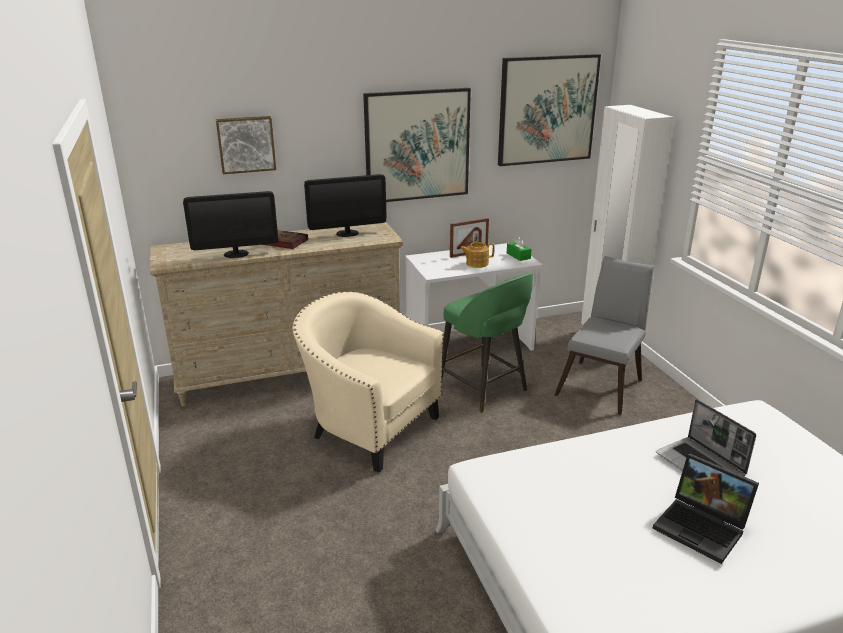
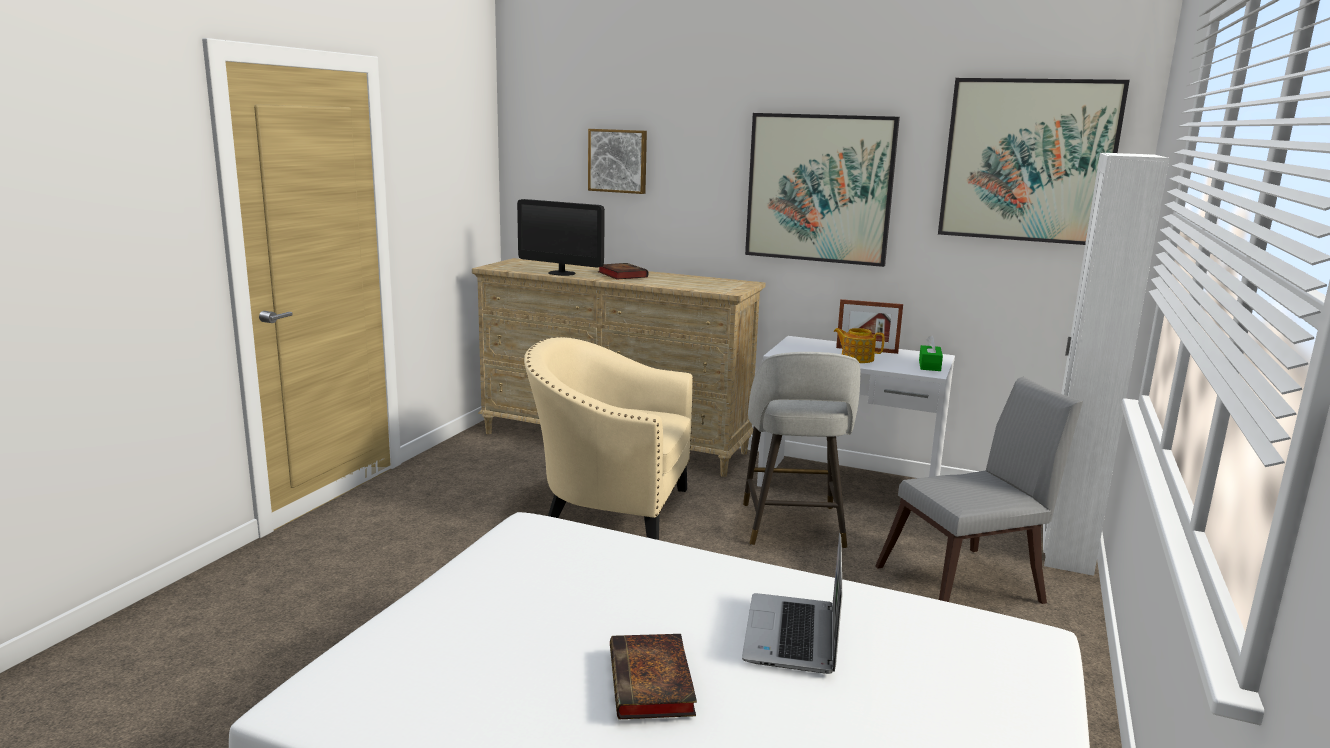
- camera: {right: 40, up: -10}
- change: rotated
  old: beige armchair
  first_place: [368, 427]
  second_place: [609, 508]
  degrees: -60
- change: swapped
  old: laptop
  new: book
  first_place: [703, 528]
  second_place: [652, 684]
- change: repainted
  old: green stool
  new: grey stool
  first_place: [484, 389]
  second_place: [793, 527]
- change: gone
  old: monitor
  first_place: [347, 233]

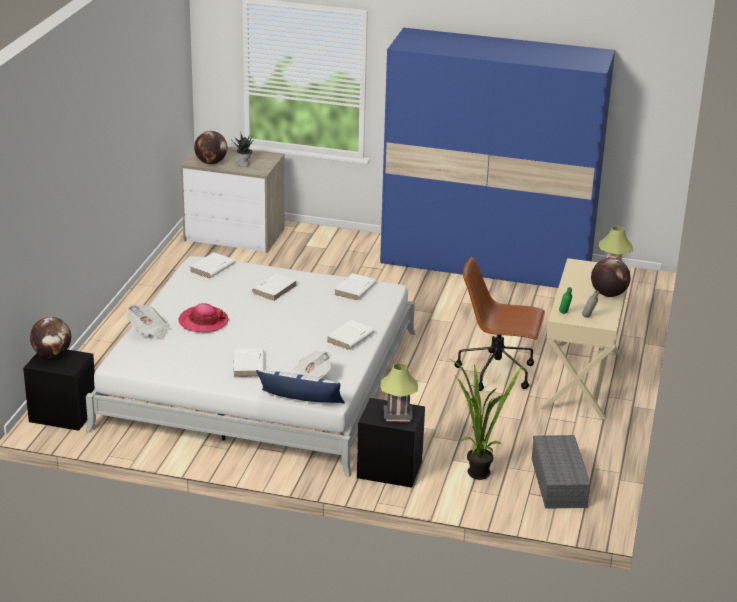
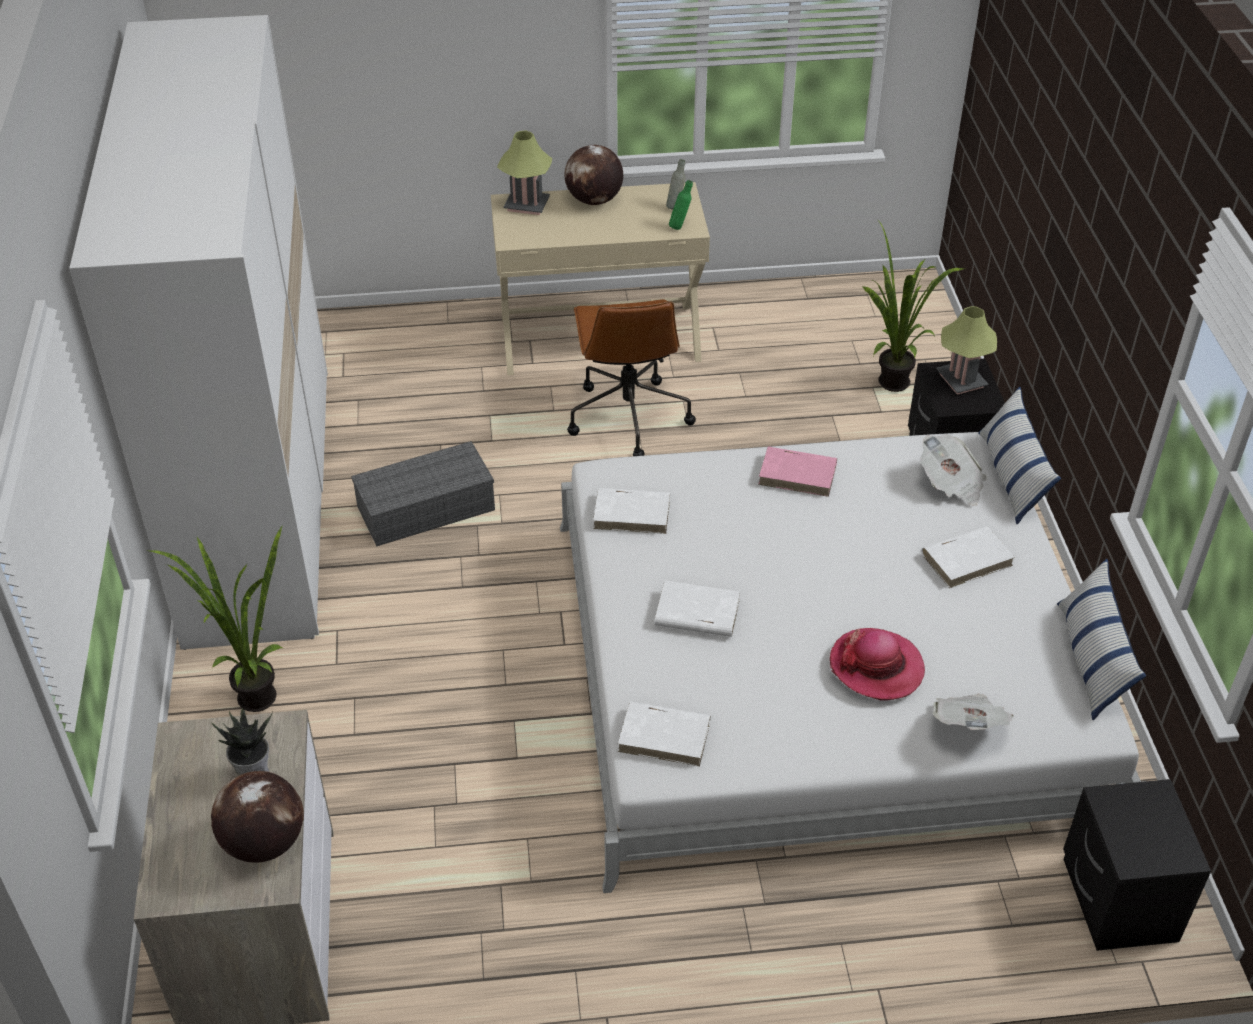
- camera: {right: -110, up: 15}
- change: repainted
  old: blue wardrobe
  new: white wardrobe
  first_place: [486, 263]
  second_place: [261, 501]
- change: new
  new: potted plant
  second_place: [250, 695]
- change: shifted
  old: grey storage box
  first_place: [560, 483]
  second_place: [427, 507]
- change: repainted
  old: white book
  new: pink book
  first_place: [350, 338]
  second_place: [798, 474]
- change: new
  new: pillow
  second_place: [1091, 659]
- change: gone
  old: globe
  first_place: [52, 354]

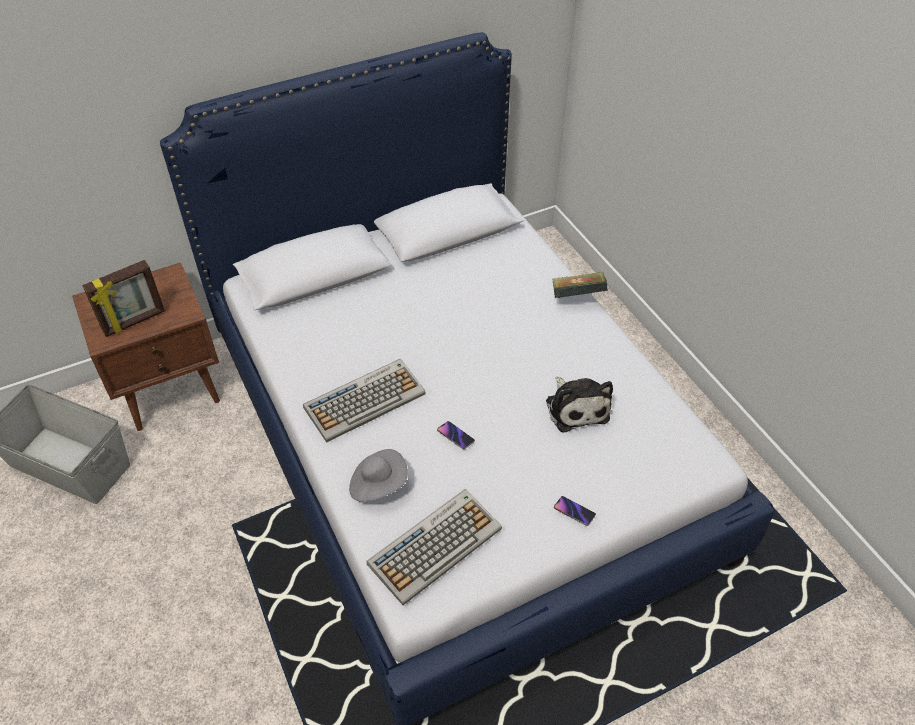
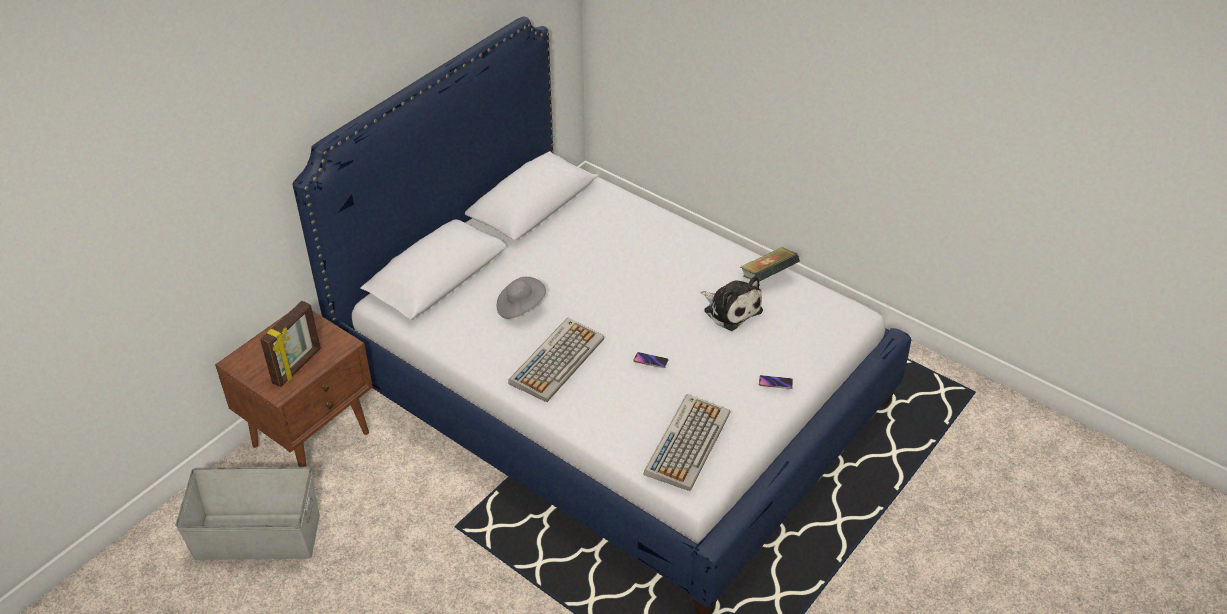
- camera: {right: -25, up: -5}
- change: shifted
  old: grey hat
  first_place: [378, 484]
  second_place: [520, 307]
- change: shifted
  old: book
  first_place: [577, 297]
  second_place: [768, 277]

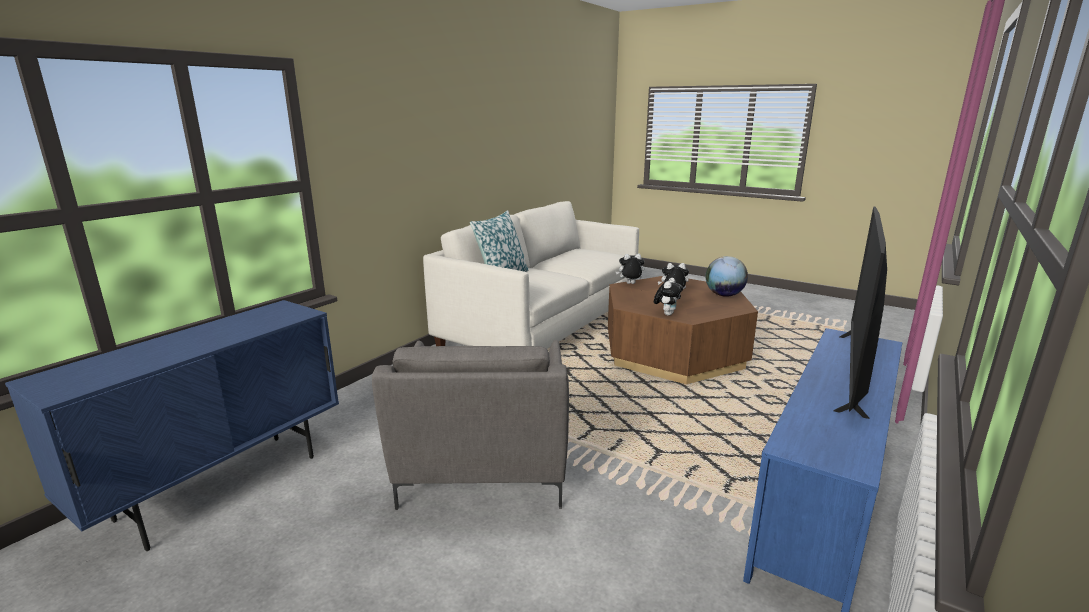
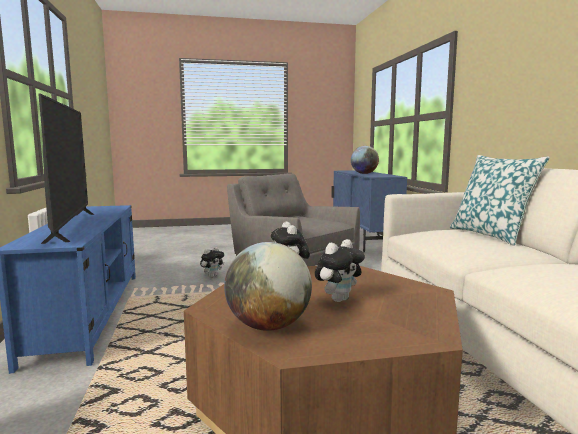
- camera: {right: 135, up: -10}
- change: shifted
  old: plush toy
  first_place: [630, 284]
  second_place: [212, 276]
- change: new
  new: globe
  second_place: [364, 173]

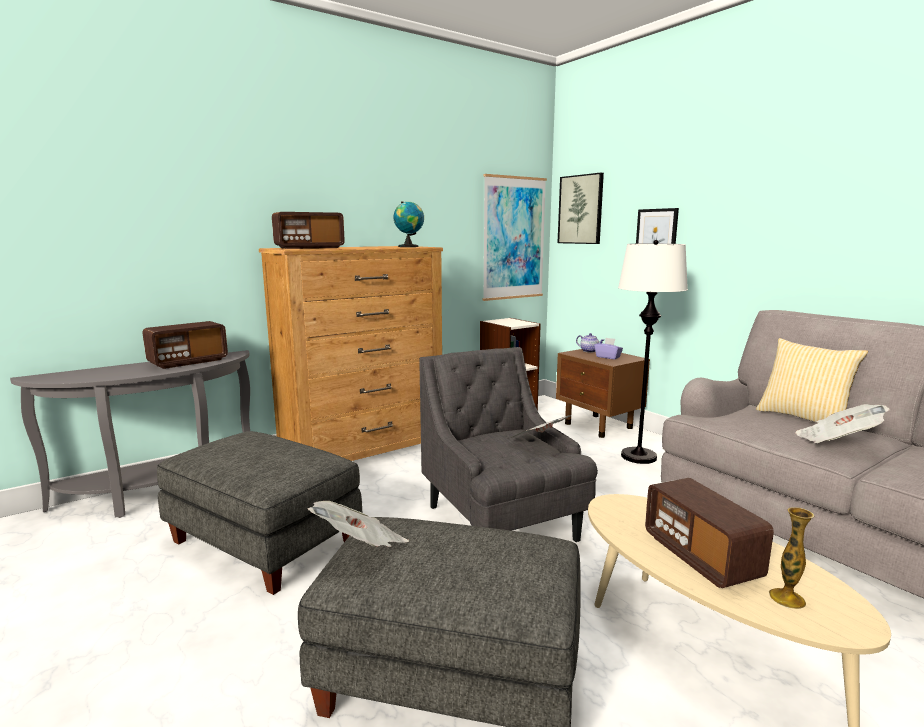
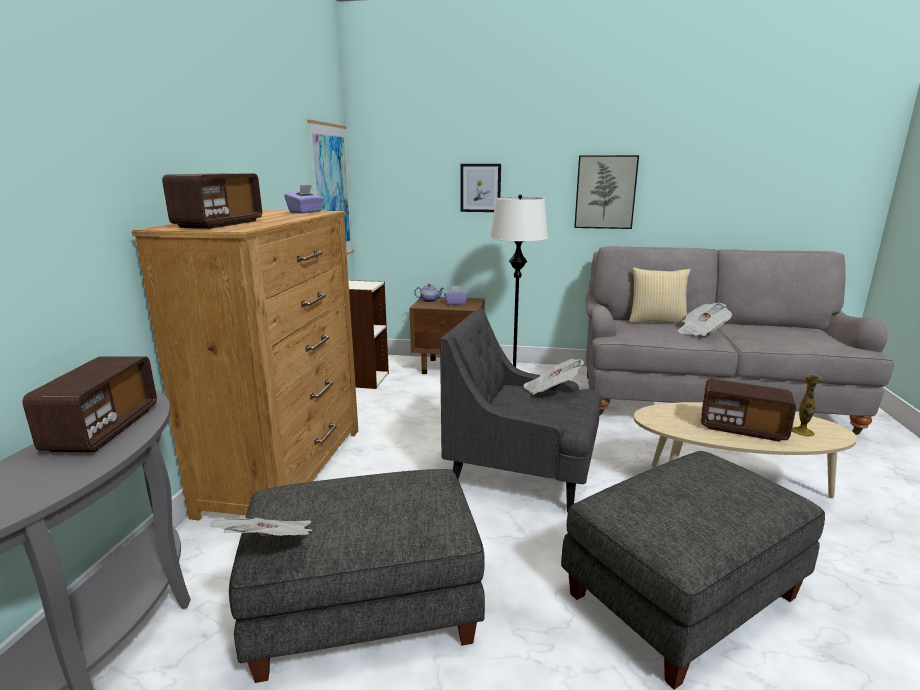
- camera: {right: -45, up: 5}
- change: shifted
  old: newspaper
  first_place: [361, 546]
  second_place: [270, 547]
- change: swapped
  old: globe
  new: purple tissue box
  first_place: [409, 246]
  second_place: [306, 212]
- change: shifted
  old: picture
  first_place: [581, 209]
  second_place: [605, 192]

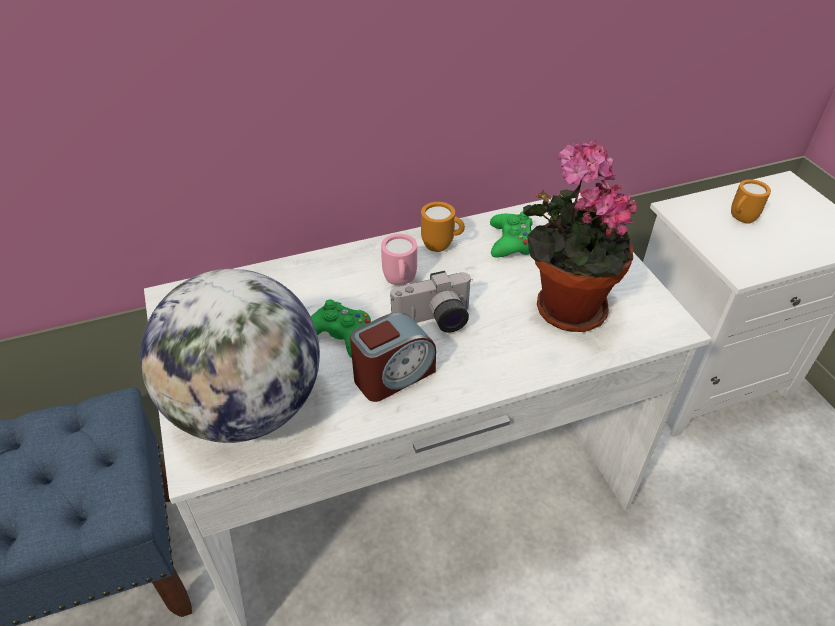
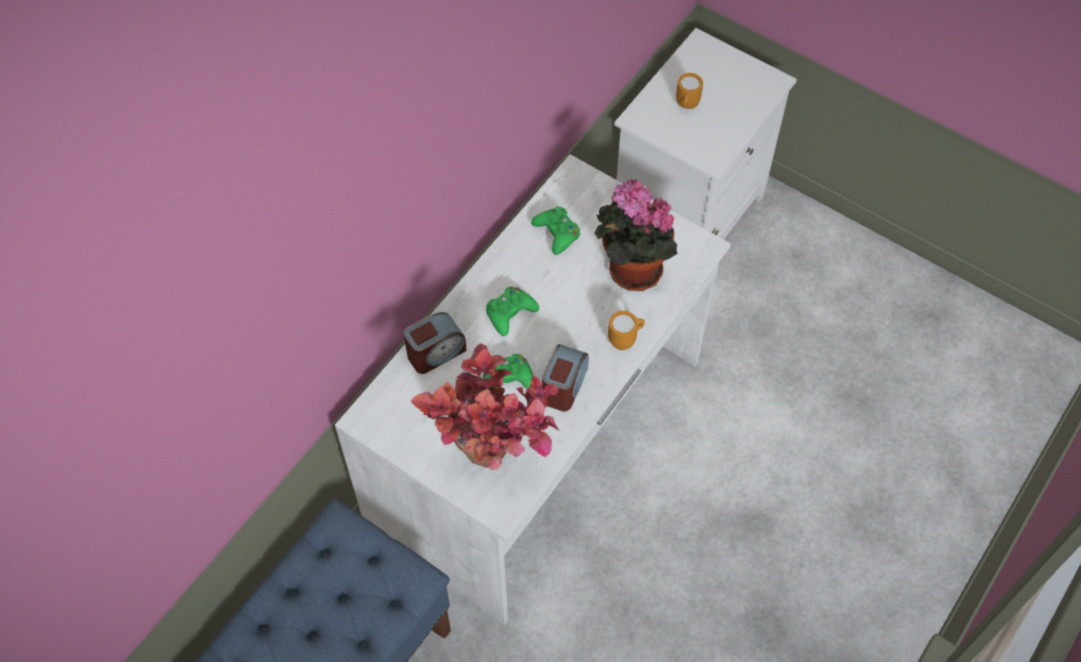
- camera: {right: -35, up: 15}
- change: new
  new: alarm clock
  second_place: [436, 353]
- change: swapped
  old: globe
  new: potted plant
  first_place: [248, 408]
  second_place: [496, 461]
- change: swapped
  old: pink mug
  new: green game controller
  first_place: [400, 282]
  second_place: [510, 313]
- change: shifted
  old: orange mug
  first_place: [442, 246]
  second_place: [625, 340]
- change: gone
  old: photo camera
  first_place: [434, 322]

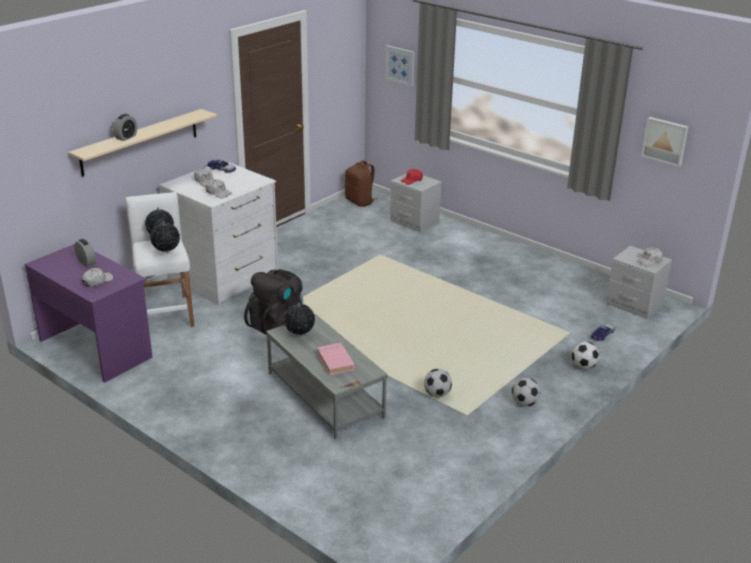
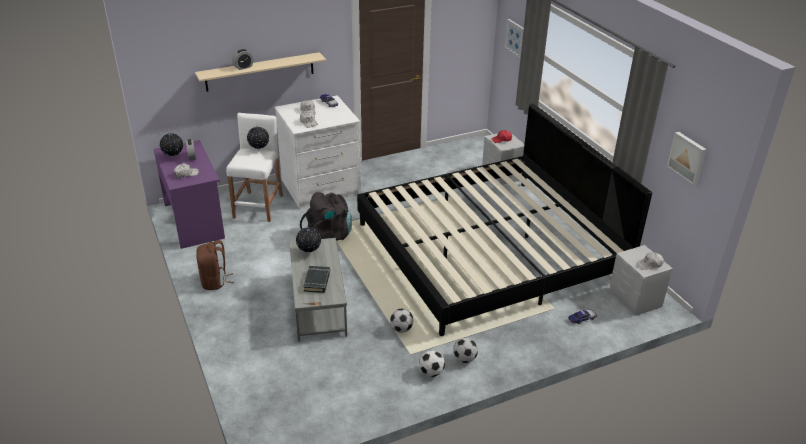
- camera: {right: 25, up: 5}
- change: shifted
  old: globe
  first_place: [166, 253]
  second_place: [173, 157]
- change: shifted
  old: brown backpack
  first_place: [360, 202]
  second_place: [215, 281]
- change: repainted
  old: pink book
  new: black book
  first_place: [335, 362]
  second_place: [317, 281]
- change: new
  new: bed
  second_place: [488, 250]
- change: shifted
  old: football
  first_place: [583, 366]
  second_place: [431, 372]

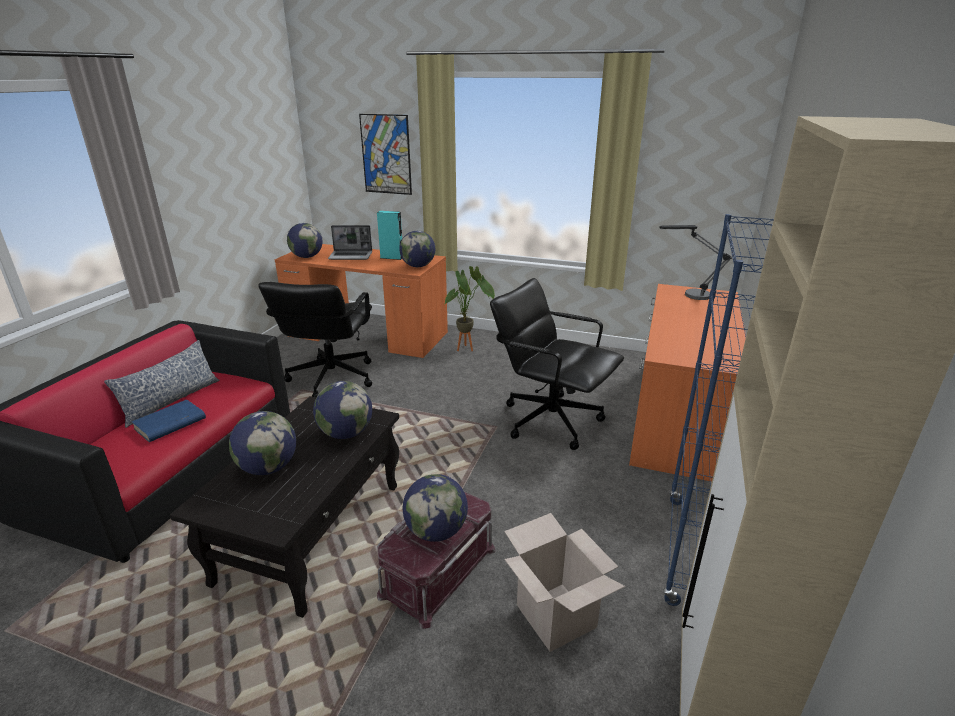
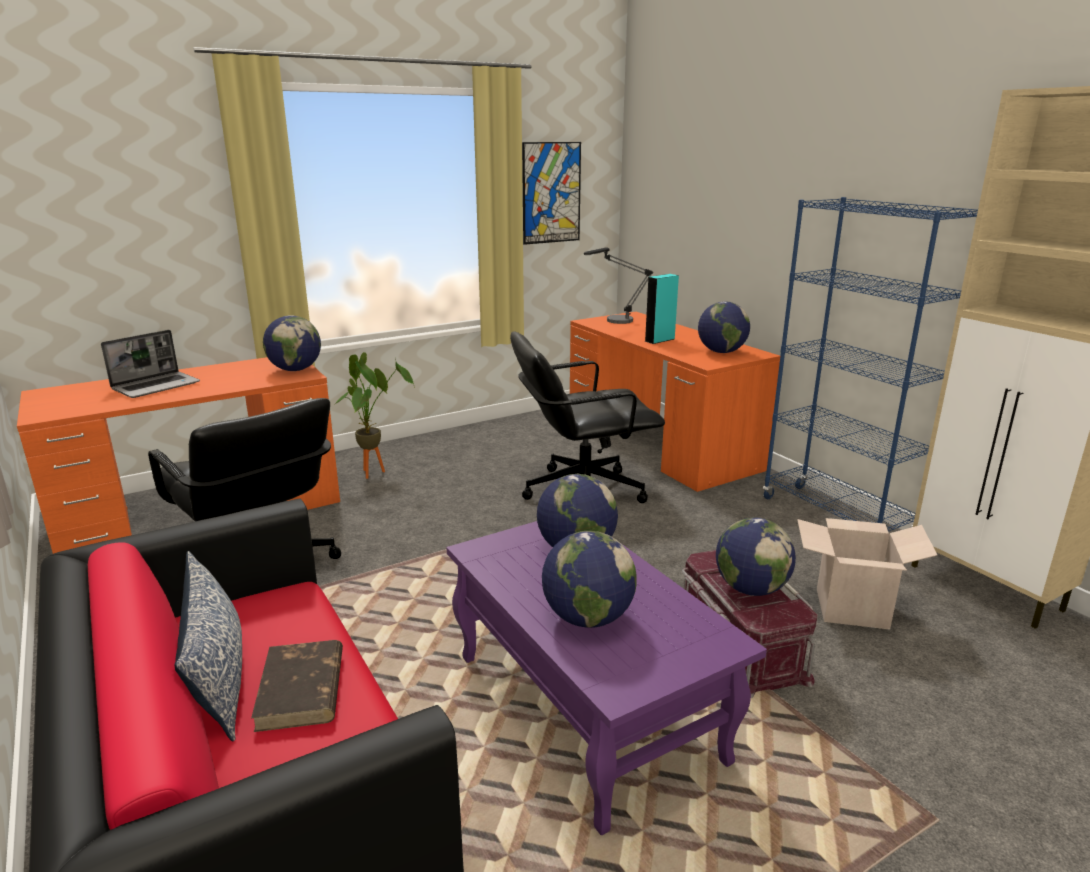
- camera: {right: -50, up: -5}
- change: repainted
  old: blue book
  new: brown book
  first_place: [169, 424]
  second_place: [301, 690]
- change: repainted
  old: black coffee table
  new: purple coffee table
  first_place: [312, 531]
  second_place: [584, 706]
- change: shifted
  old: picture
  first_place: [386, 154]
  second_place: [551, 193]
- change: shifted
  old: turquoise speaker
  first_place: [391, 257]
  second_place: [660, 340]
- change: shifted
  old: globe
  first_place: [307, 257]
  second_place: [721, 352]

